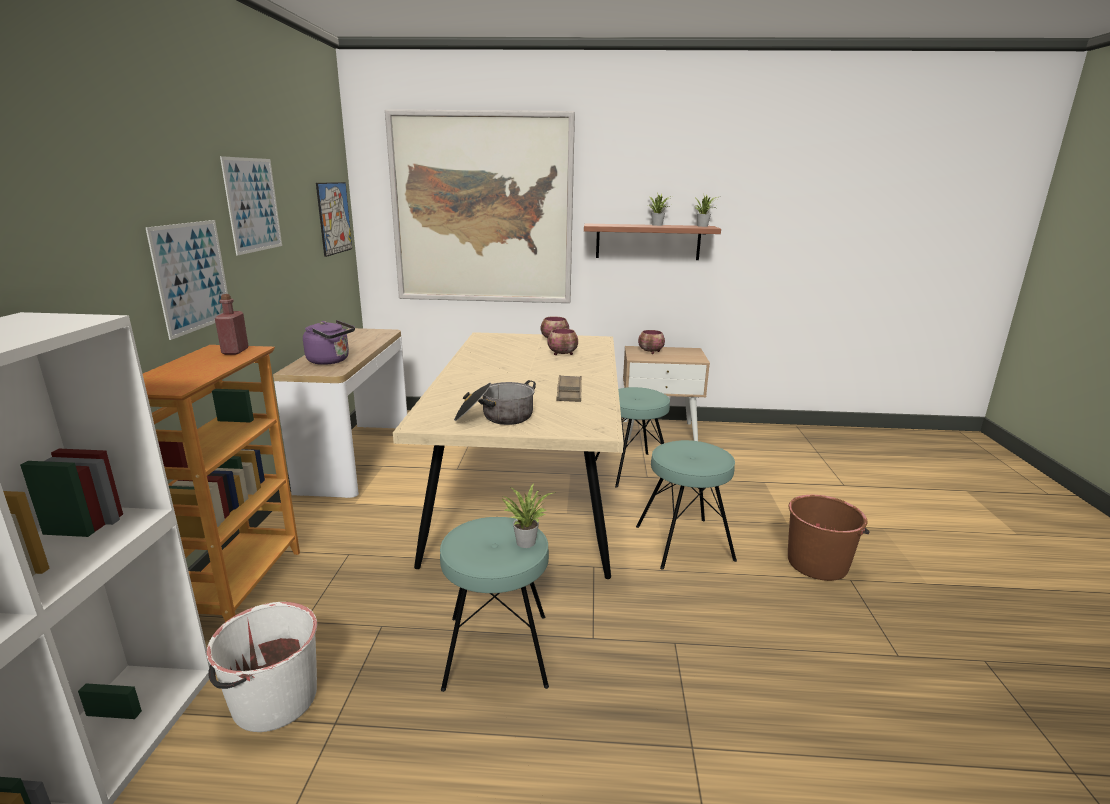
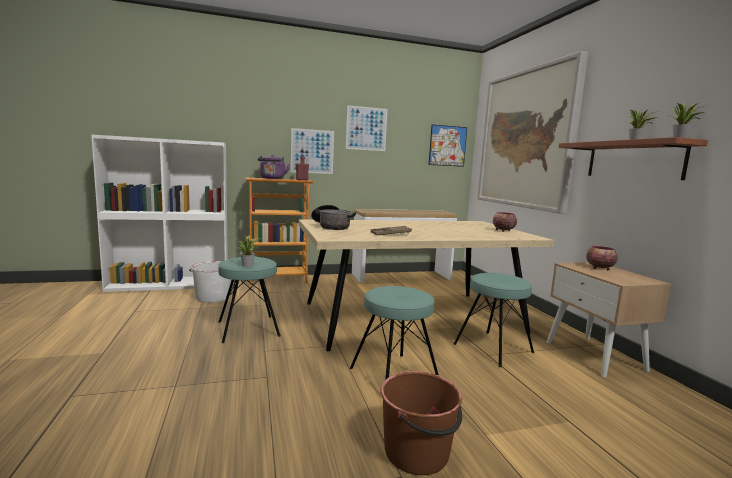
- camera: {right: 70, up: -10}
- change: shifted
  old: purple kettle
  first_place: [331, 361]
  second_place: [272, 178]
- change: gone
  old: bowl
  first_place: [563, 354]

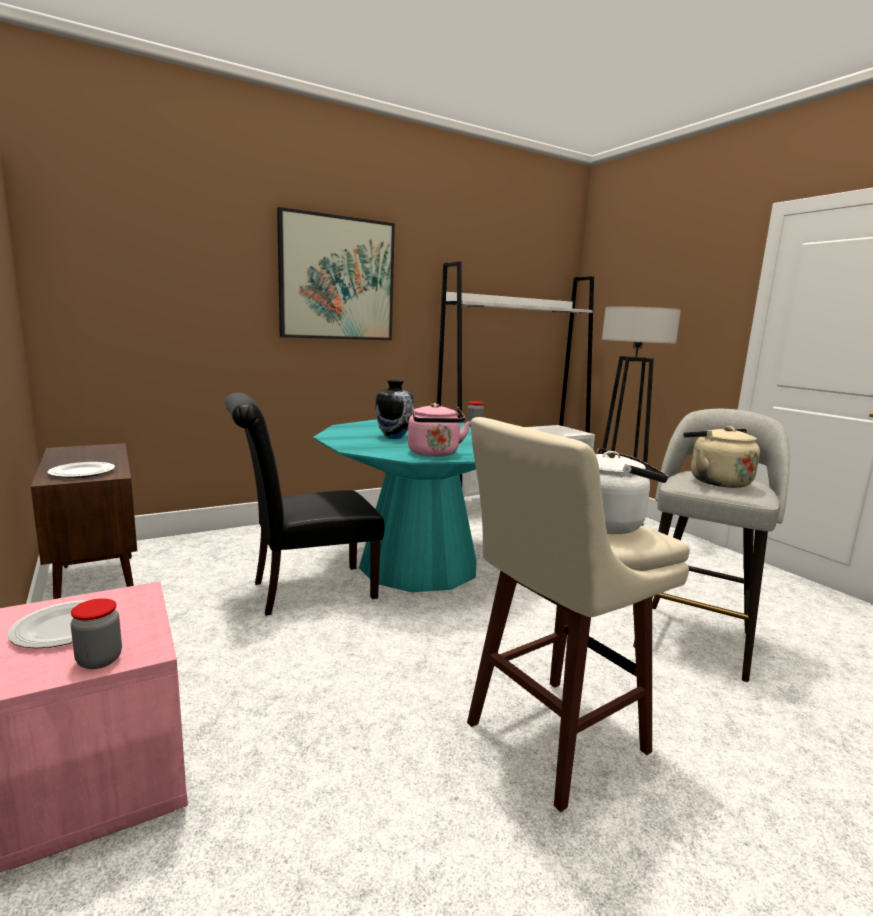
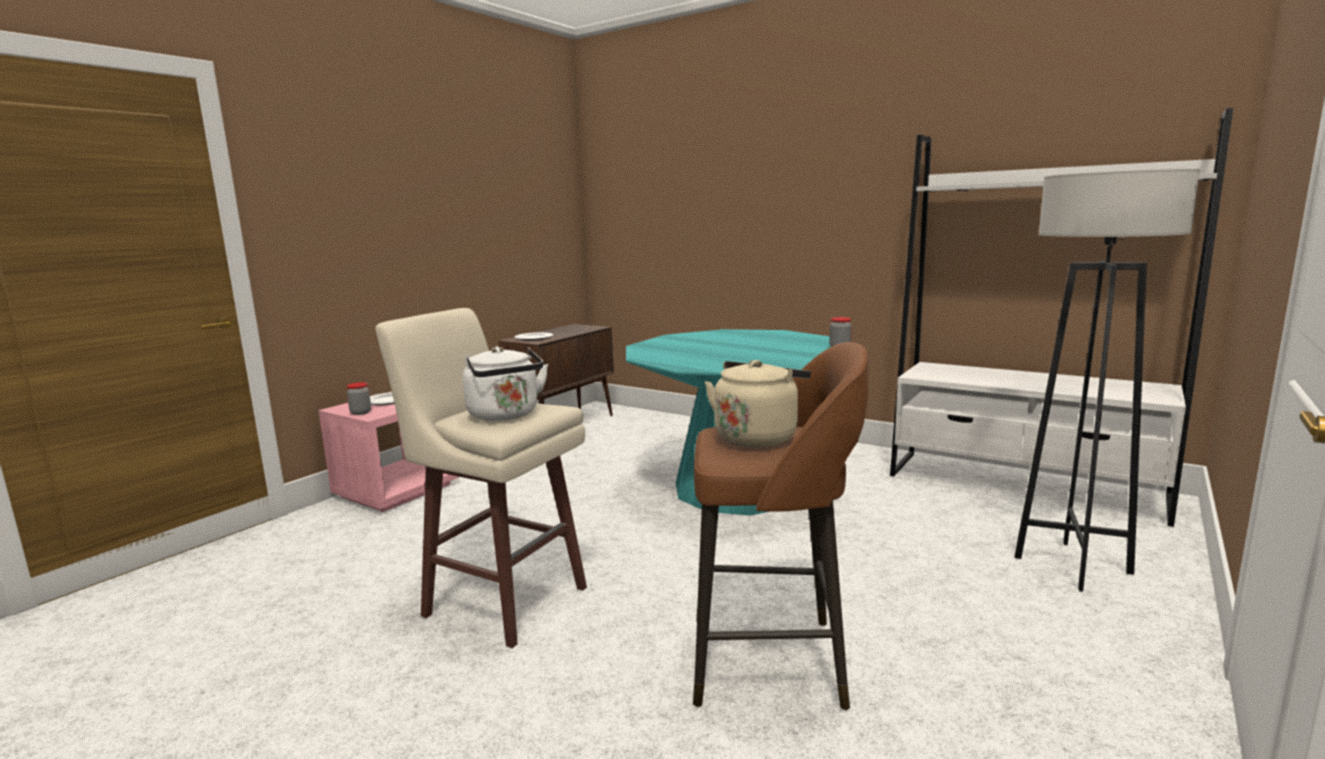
- camera: {right: 65, up: 0}
- change: repainted
  old: grey stool
  new: brown stool
  first_place: [694, 638]
  second_place: [772, 661]
- change: gone
  old: black chair
  first_place: [306, 590]
- change: gone
  old: picture
  first_place: [337, 279]
- change: gone
  old: vase
  first_place: [394, 437]
- change: gone
  old: pink kettle
  first_place: [434, 454]

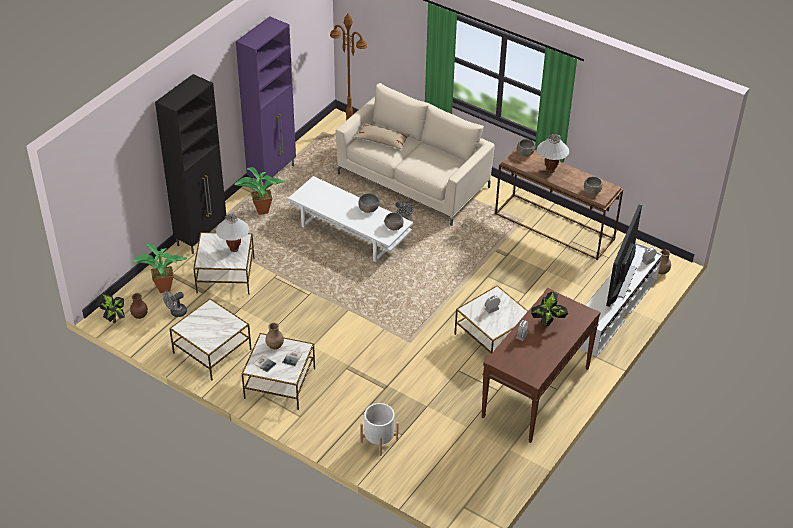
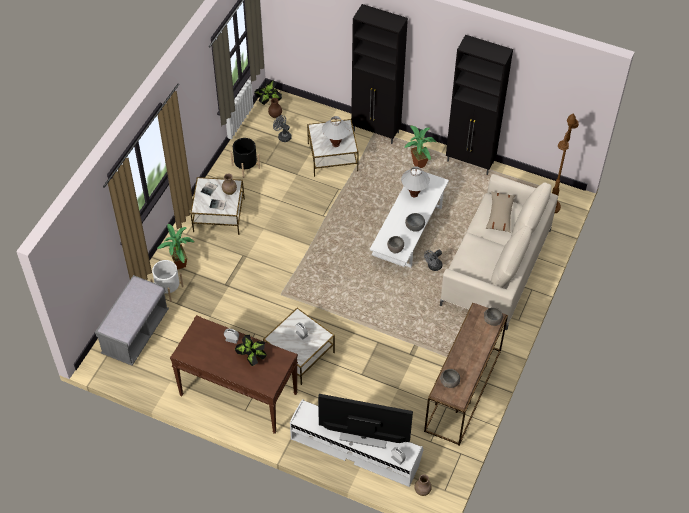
- camera: {right: 80, up: 10}
- change: new
  new: grey bench
  second_place: [135, 333]
- change: shifted
  old: potted plant
  first_place: [161, 288]
  second_place: [180, 262]
- change: swapped
  old: side table
  new: black planter
  first_place: [212, 351]
  second_place: [245, 166]
- change: shifted
  old: white table lamp
  first_place: [550, 170]
  second_place: [414, 194]
- change: repainted
  old: purple cabinet
  new: black cabinet
  first_place: [272, 174]
  second_place: [470, 162]

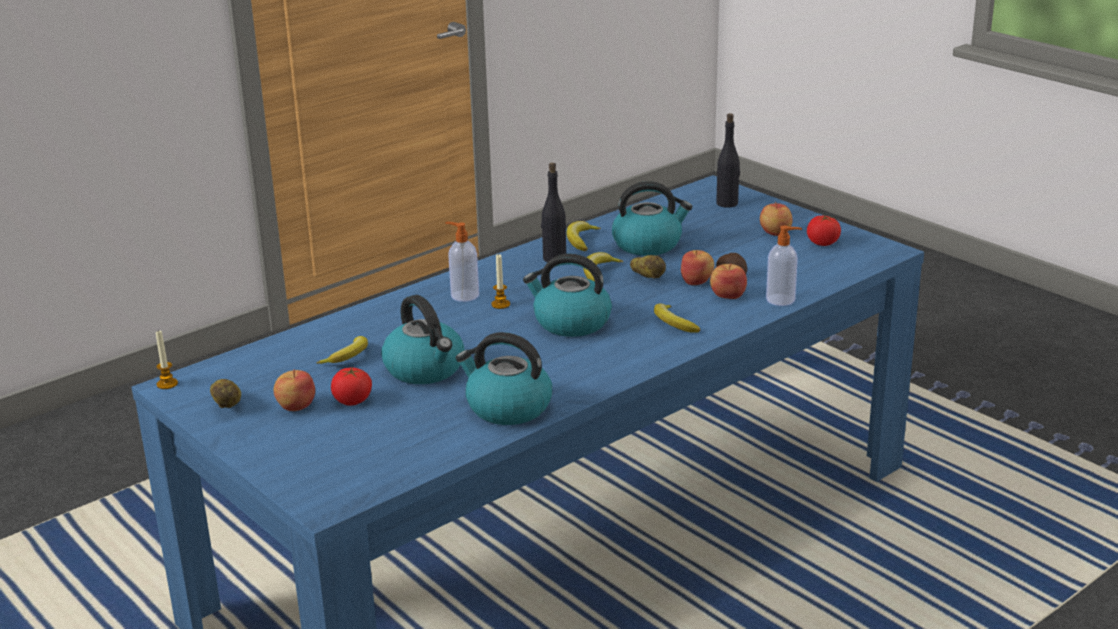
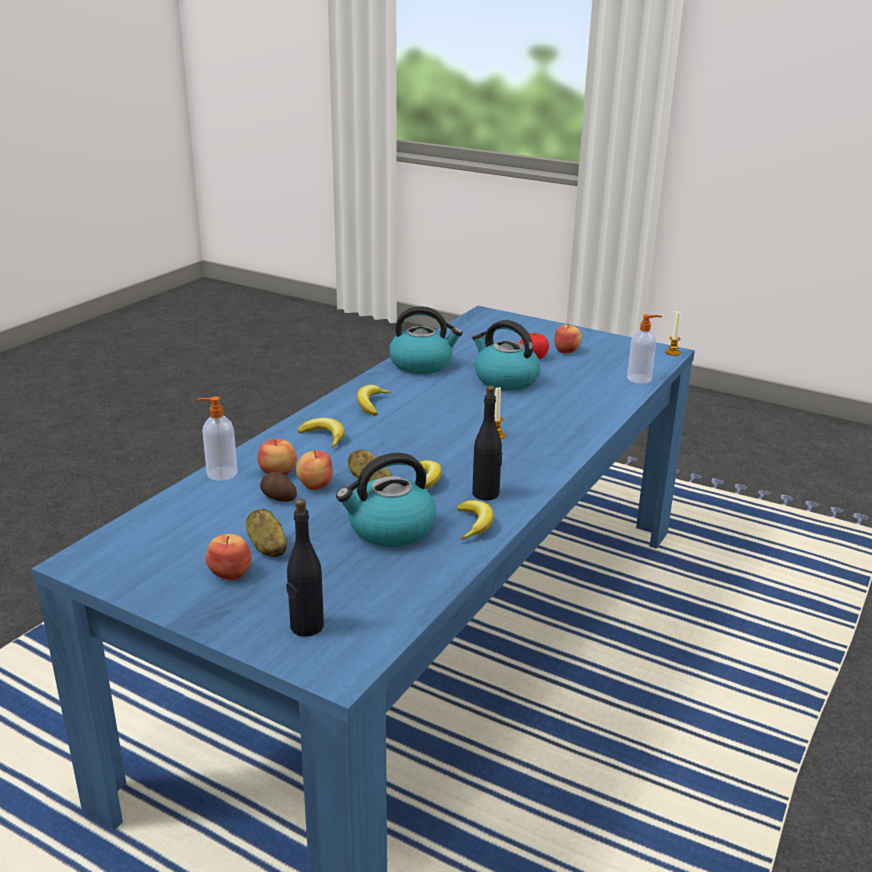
- camera: {right: 160, up: 0}
- change: shifted
  old: potato
  first_place: [228, 405]
  second_place: [267, 547]
- change: shifted
  old: banana
  first_place: [348, 357]
  second_place: [371, 404]
- change: shifted
  old: soap dispenser
  first_place: [464, 295]
  second_place: [640, 379]
- change: gone
  old: kettle
  first_place: [570, 323]
- change: gone
  old: tomato
  first_place: [823, 243]

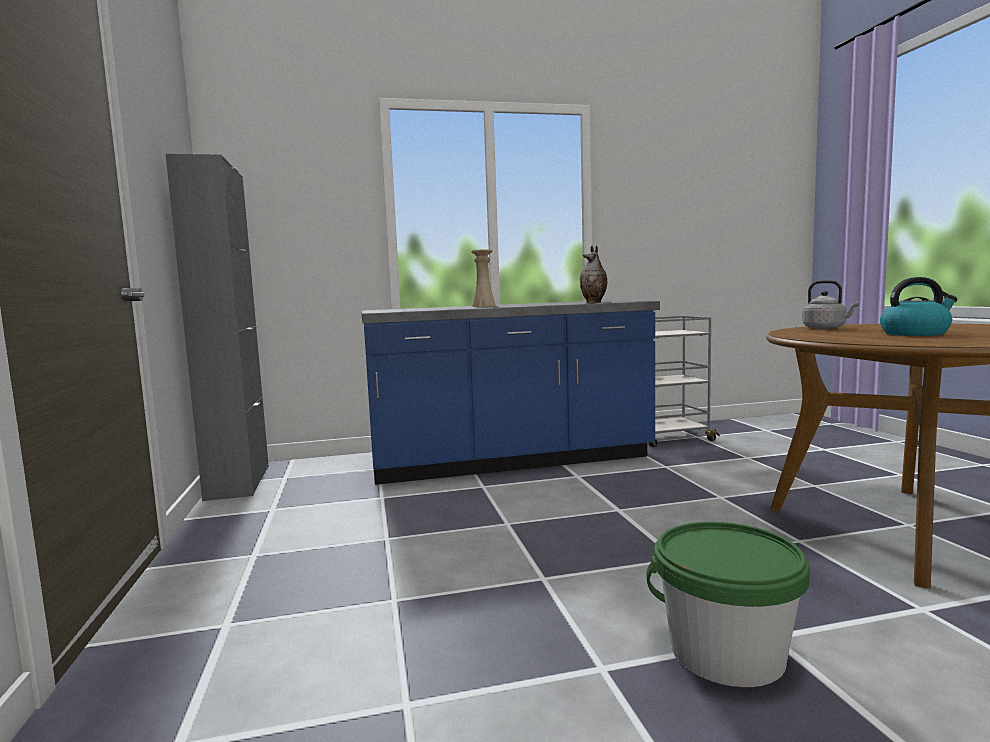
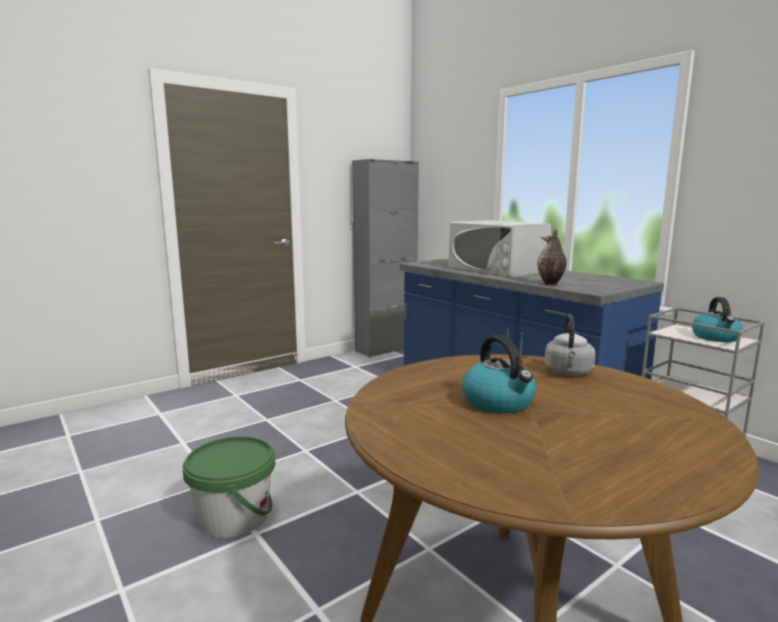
- camera: {right: 65, up: 5}
- change: swapped
  old: beige vase
  new: white microwave
  first_place: [484, 306]
  second_place: [496, 269]
- change: new
  new: kettle
  second_place: [716, 338]

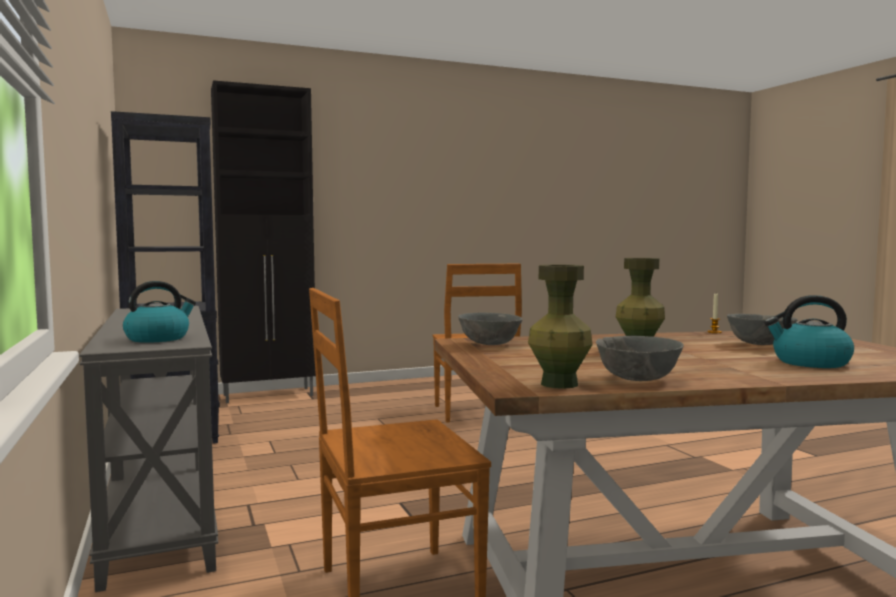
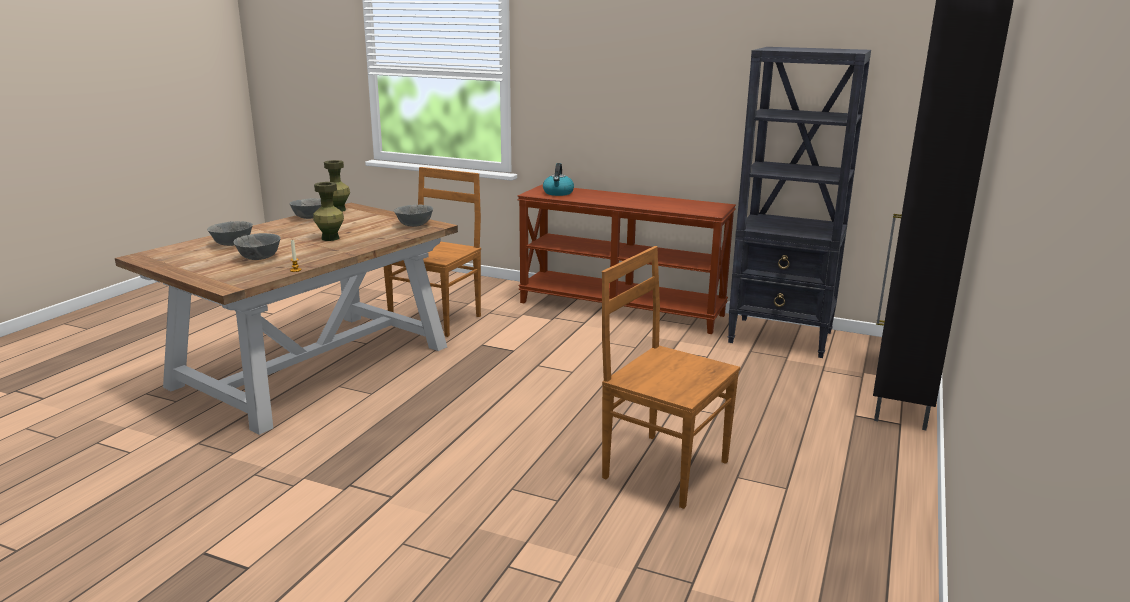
- camera: {right: 135, up: 15}
- change: swapped
  old: kettle
  new: grey bowl
  first_place: [810, 363]
  second_place: [232, 244]
- change: repainted
  old: grey console table
  new: brown console table
  first_place: [159, 504]
  second_place: [621, 308]

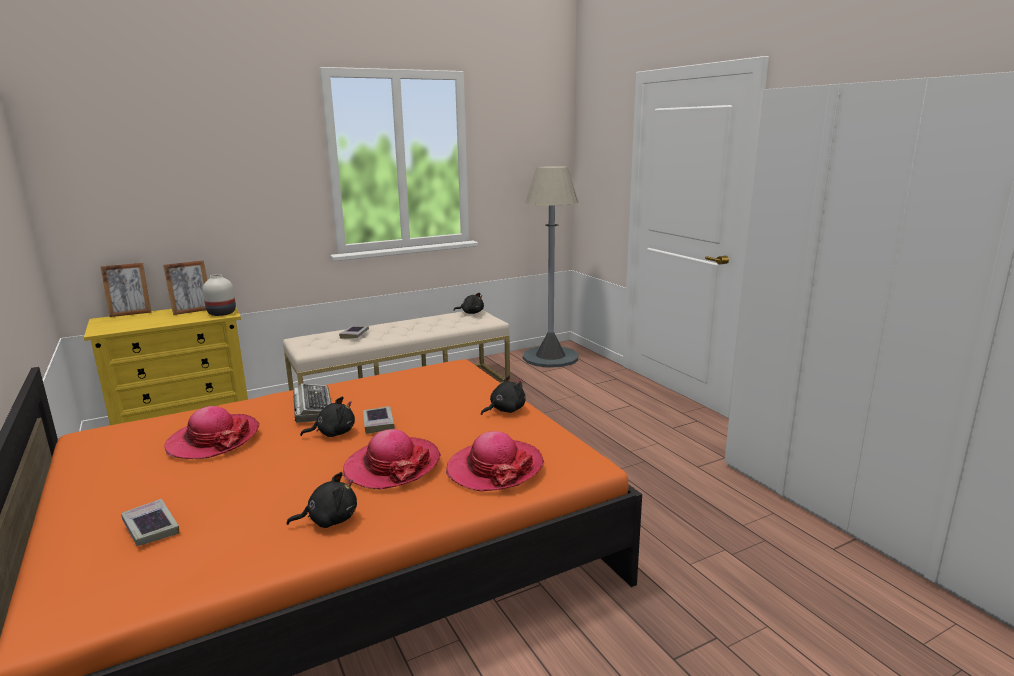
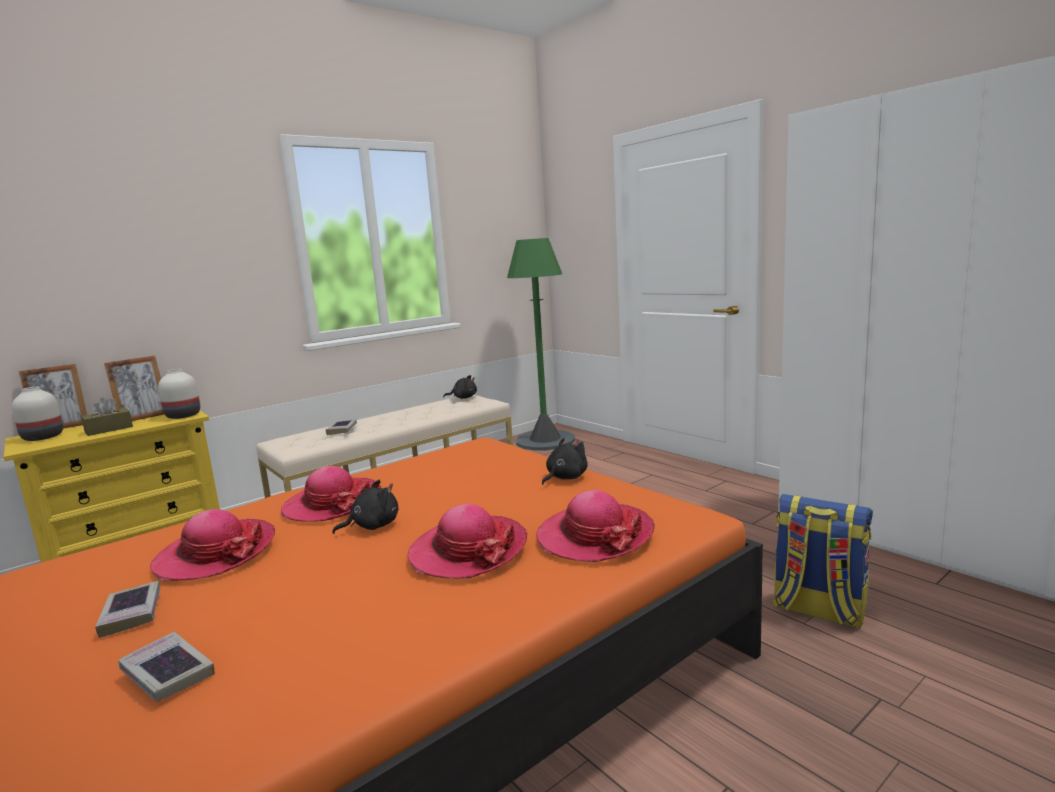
- camera: {right: -10, up: -5}
- change: new
  new: white vase
  second_place: [42, 437]
- change: new
  new: brown tissue box
  second_place: [109, 429]
- change: shifted
  old: book
  first_place: [378, 423]
  second_place: [132, 613]
- change: swapped
  old: keyboard
  new: hat
  first_place: [313, 408]
  second_place: [332, 503]
- change: repainted
  old: grey floor lamp
  new: green floor lamp
  first_place: [550, 357]
  second_place: [545, 441]
- change: new
  new: backpack
  second_place: [818, 610]
- change: gone
  old: black plush toy
  first_place: [329, 519]

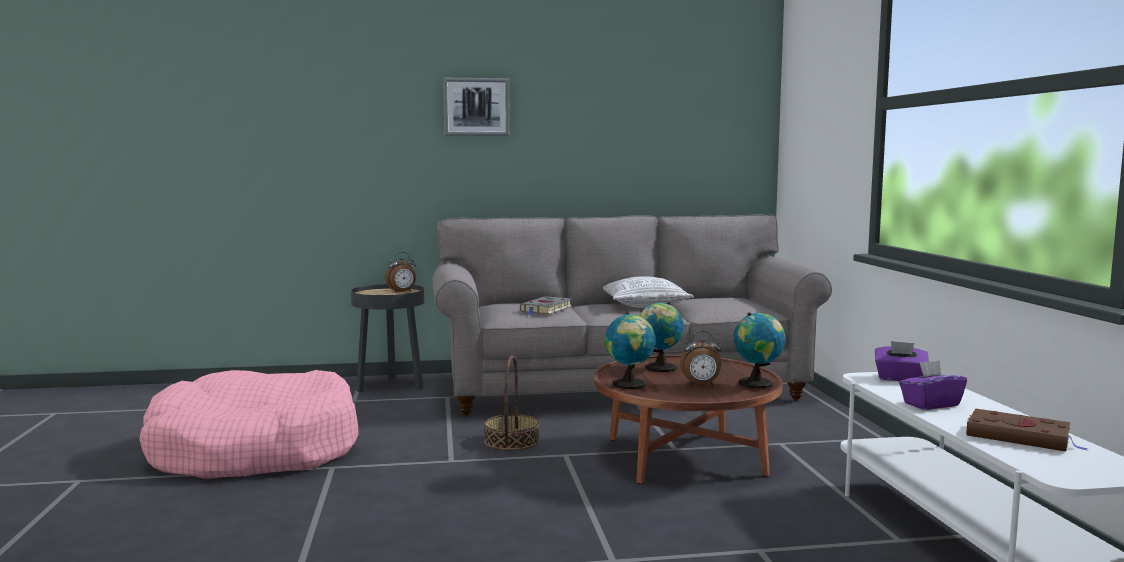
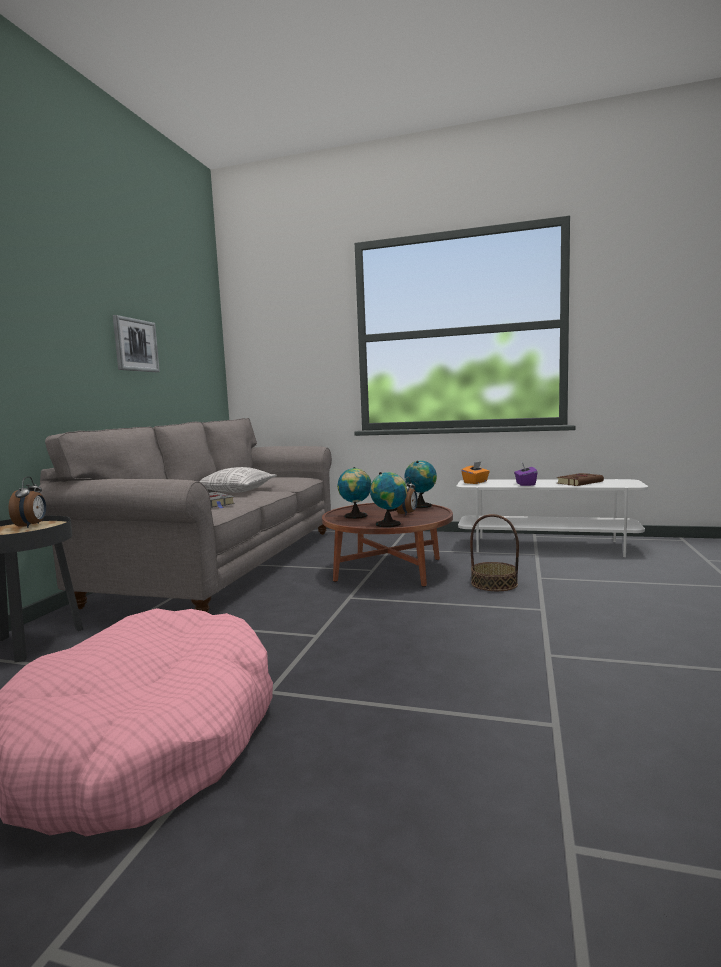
- camera: {right: -65, up: 0}
- change: shifted
  old: picture
  first_place: [476, 107]
  second_place: [135, 345]
- change: repainted
  old: purple tissue box
  new: orange tissue box
  first_place: [900, 378]
  second_place: [475, 482]
- change: shifted
  old: basket
  first_place: [511, 441]
  second_place: [494, 583]

